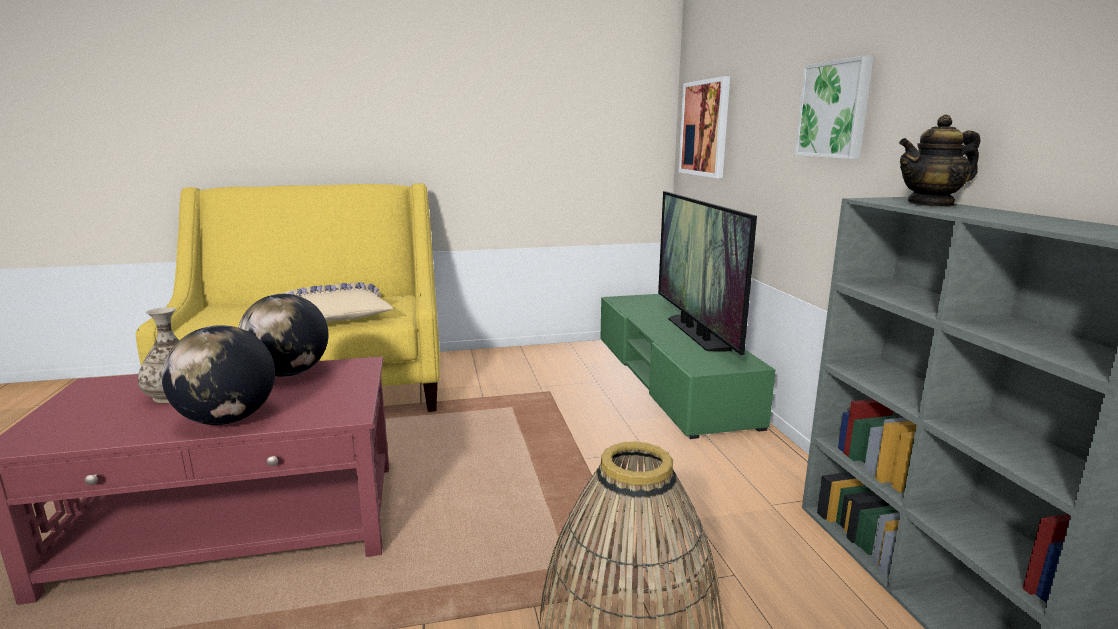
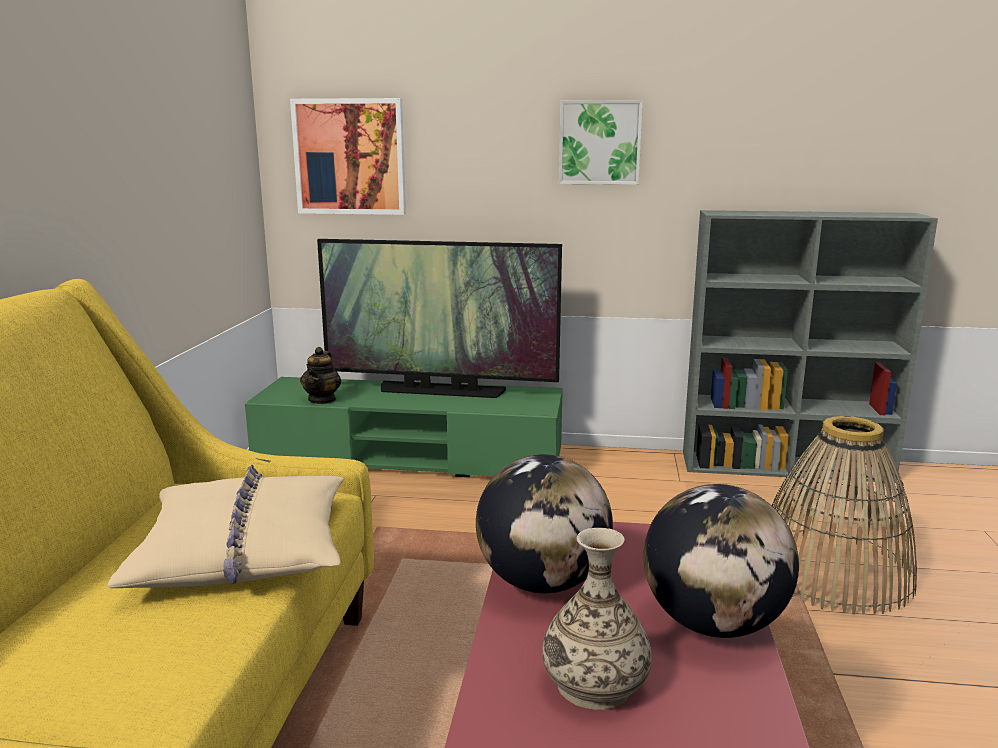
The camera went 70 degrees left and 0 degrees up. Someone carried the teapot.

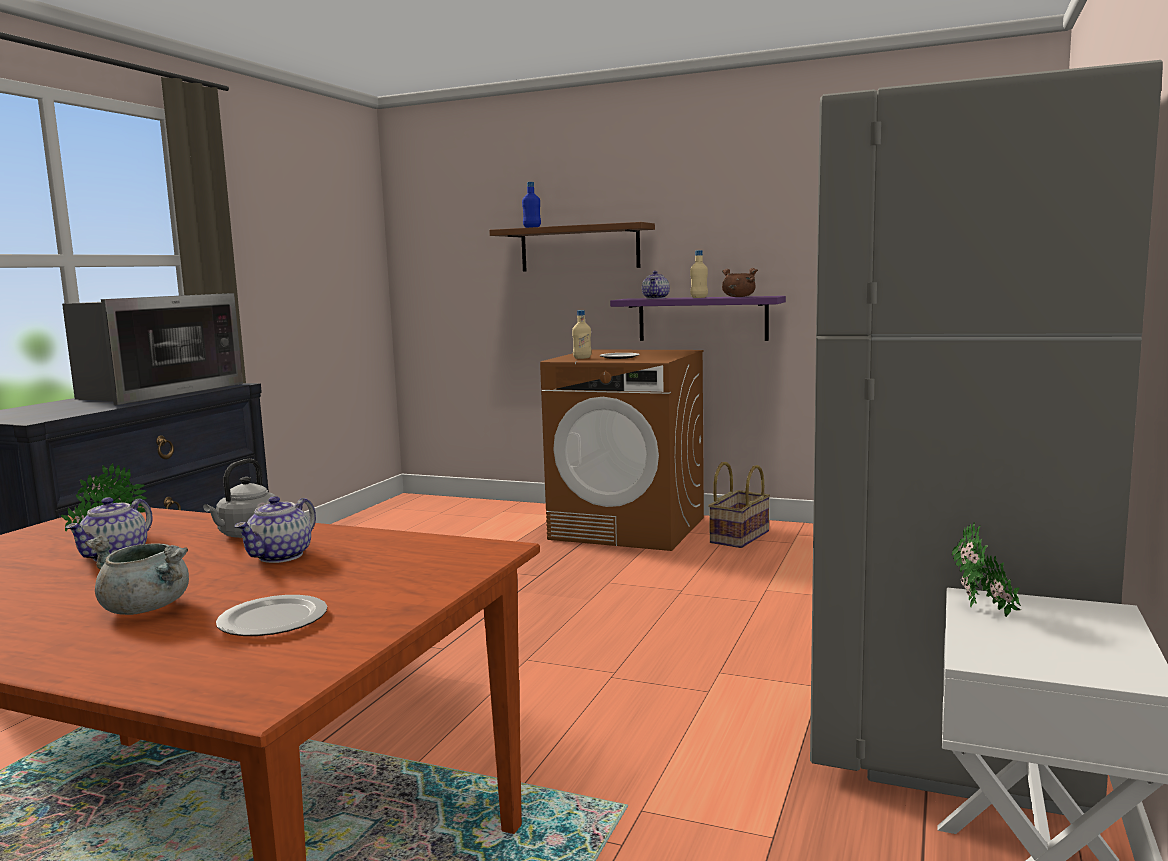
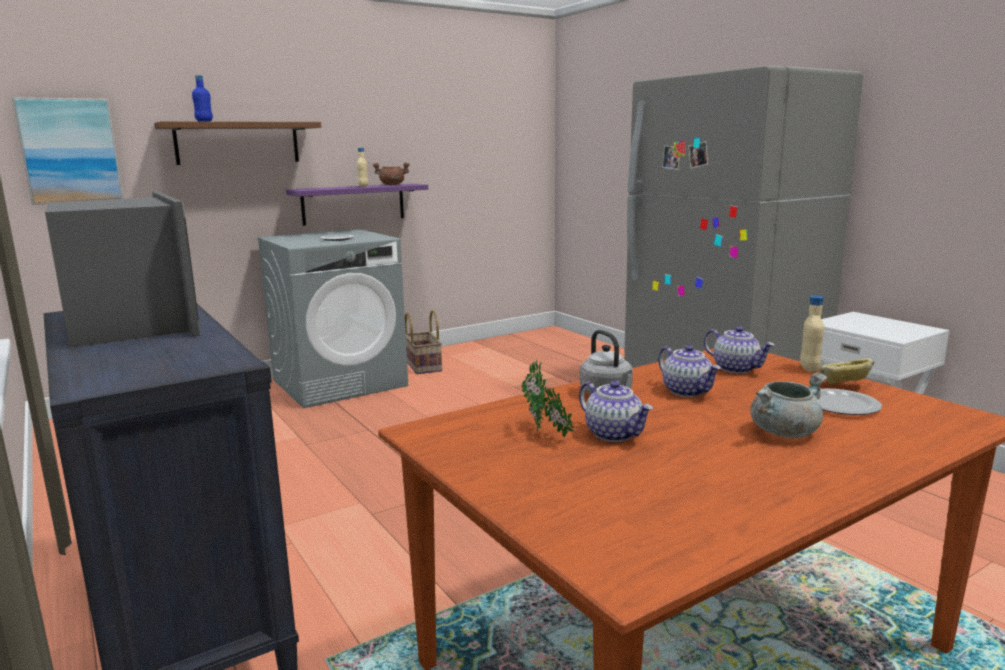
The camera went 55 degrees left and 5 degrees up. Someone repainted the brown_washing_machine, which became the grey_washing_machine. Someone carried the beige_bottle (no. 1 from left in the first image). Someone carried the teapot (no. 3 from left). Someone took away the potted_plant (no. 2 from left). Someone put up the picture. Someone put down the bread.

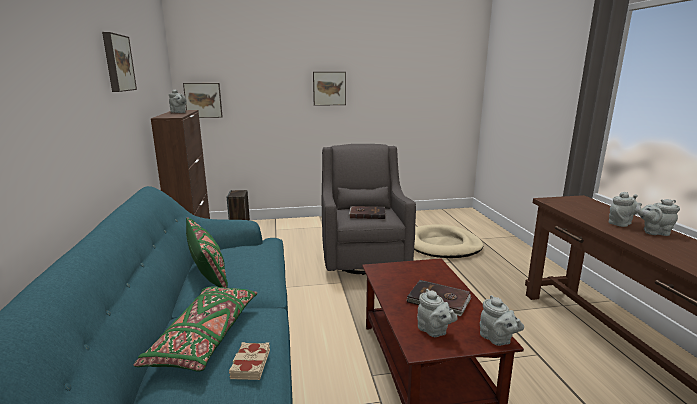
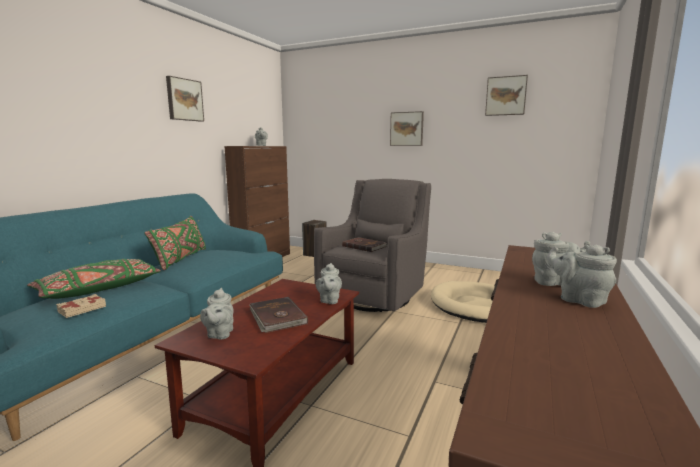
The camera went 35 degrees right and 5 degrees down. Someone carried the picture (no. 2 from left in the first image). Someone carried the grey_teapot (no. 3 from left).

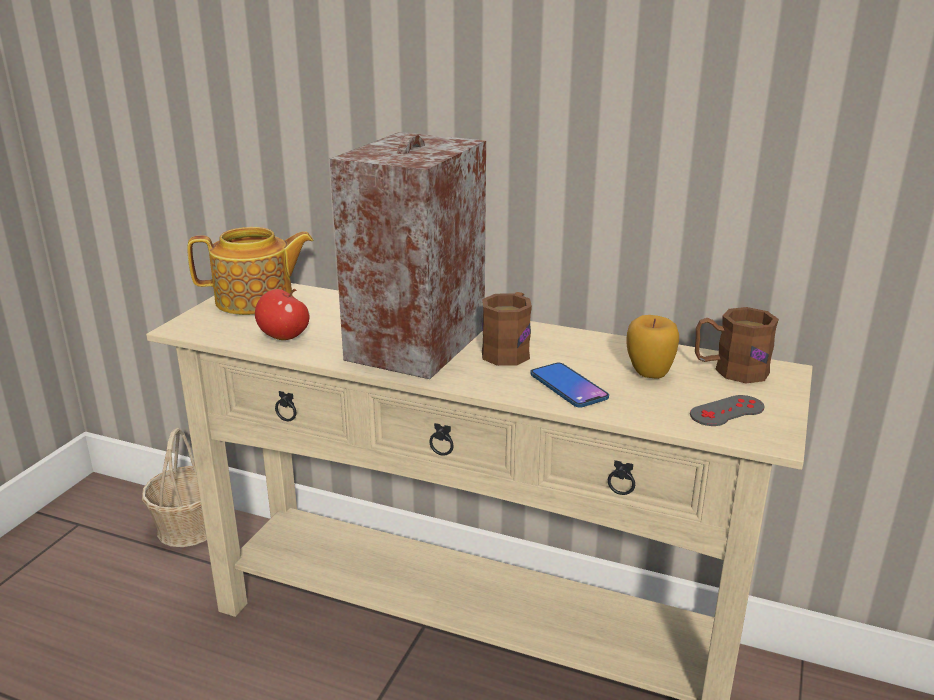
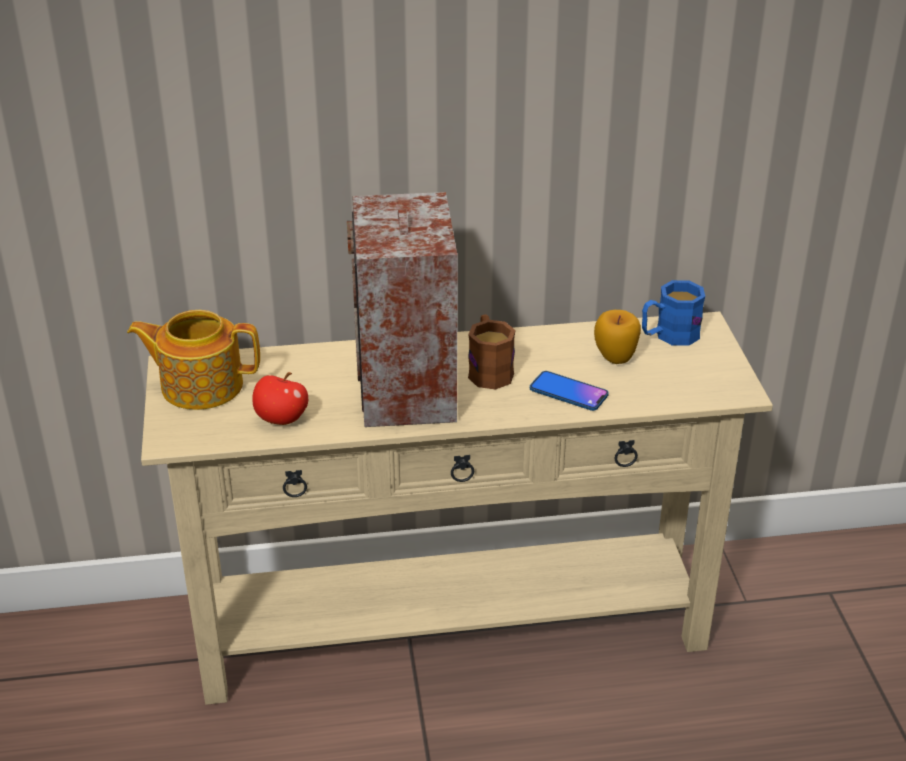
The camera went 30 degrees left and 10 degrees up. Someone took away the basket. Someone rotated the teapot by 135 degrees counterclockwise. Someone took away the grey_game_controller. Someone repainted the brown_mug (no. 2 from left), which became the blue_mug.

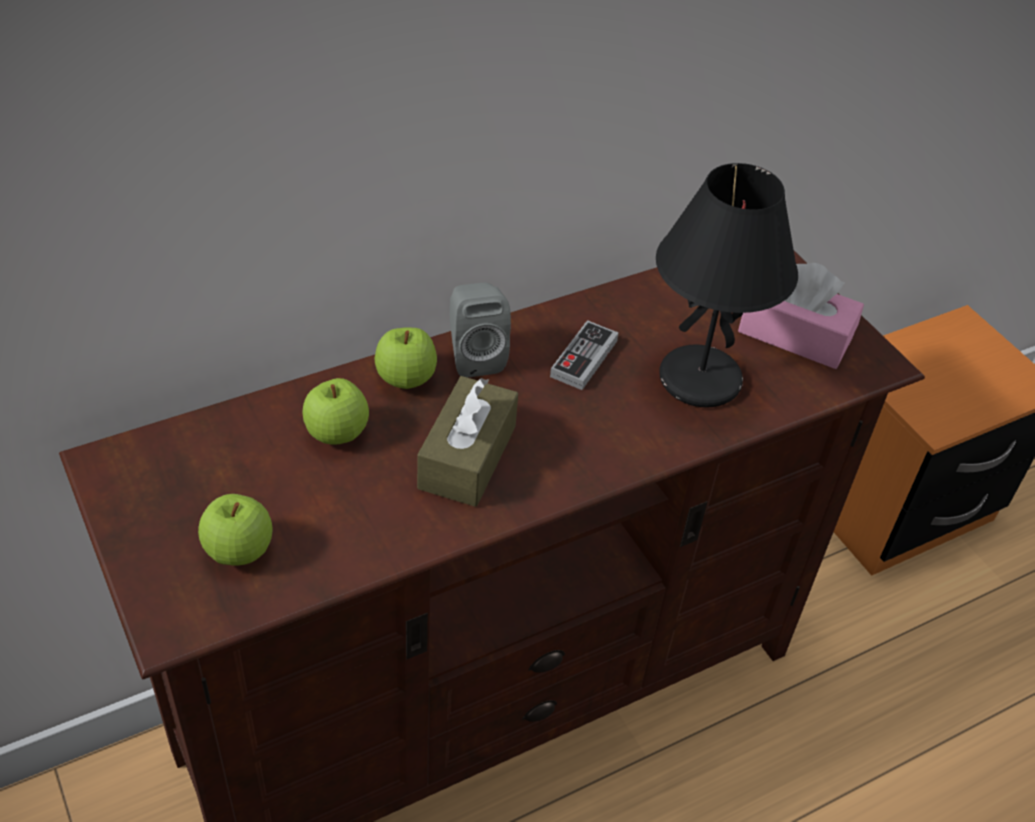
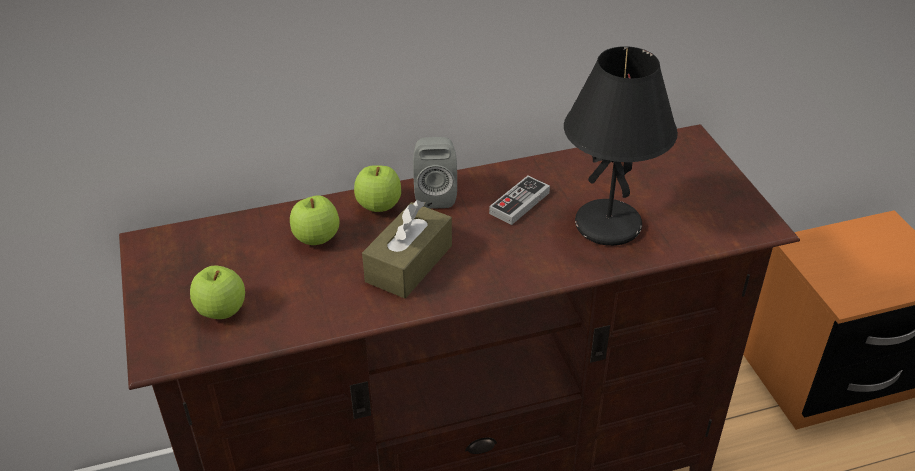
The camera went 15 degrees right and 5 degrees down. Someone took away the pink_tissue_box.

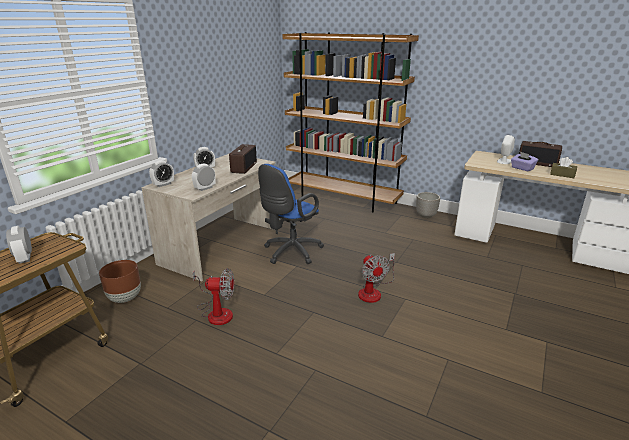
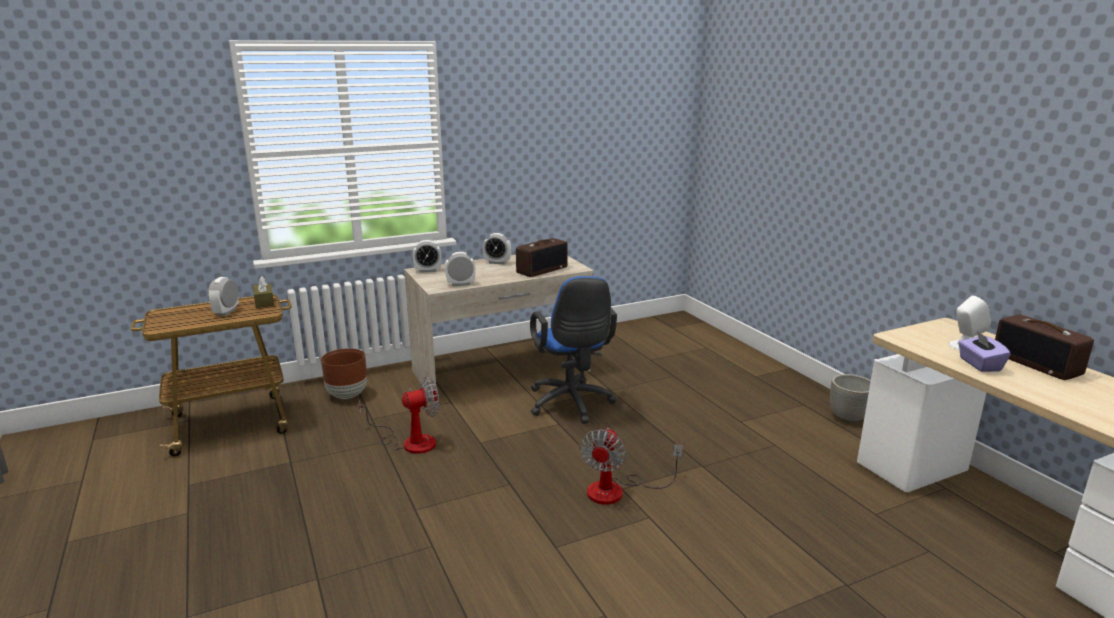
The camera went 35 degrees right and 5 degrees down. Someone rotated the fan (no. 1 from left) by 60 degrees counterclockwise. Someone rotated the blue_office_chair by 90 degrees counterclockwise. Someone took away the brown_bookcase. Someone carried the brown_tissue_box.

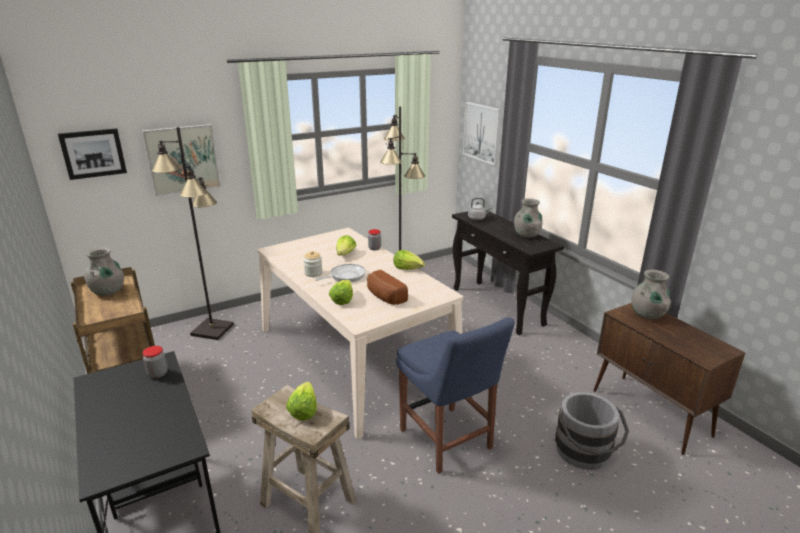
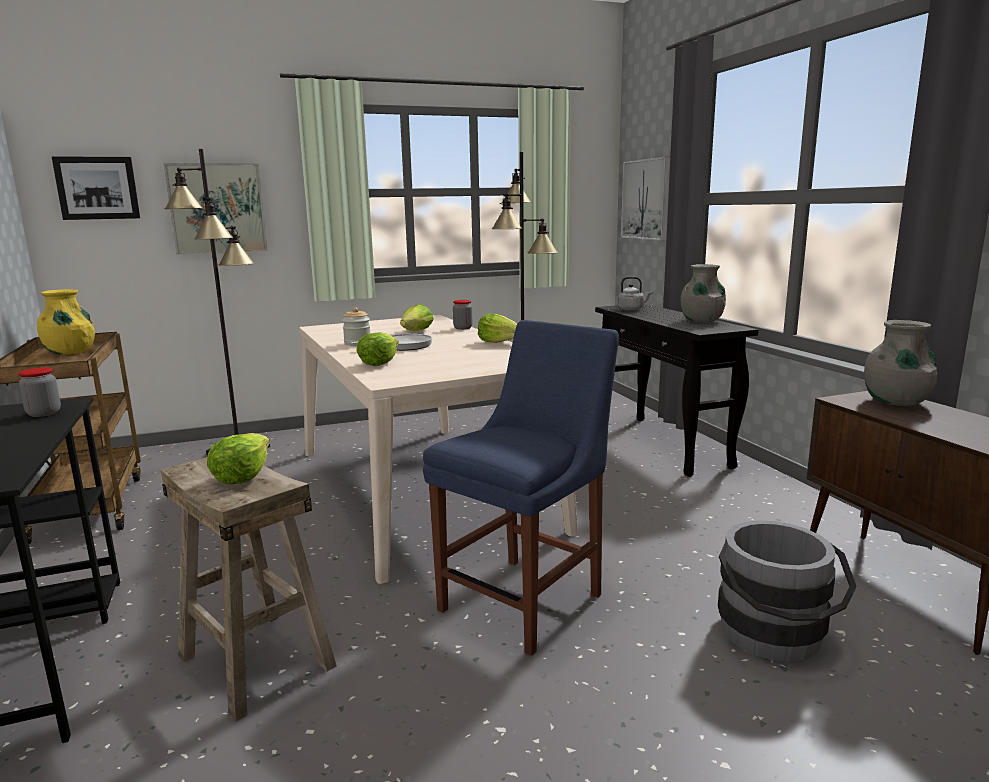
The camera went 10 degrees right and 10 degrees down. Someone repainted the grey_vase (no. 1 from left), which became the yellow_vase. Someone took away the bread. Someone rotated the blue_chair by 120 degrees counterclockwise.

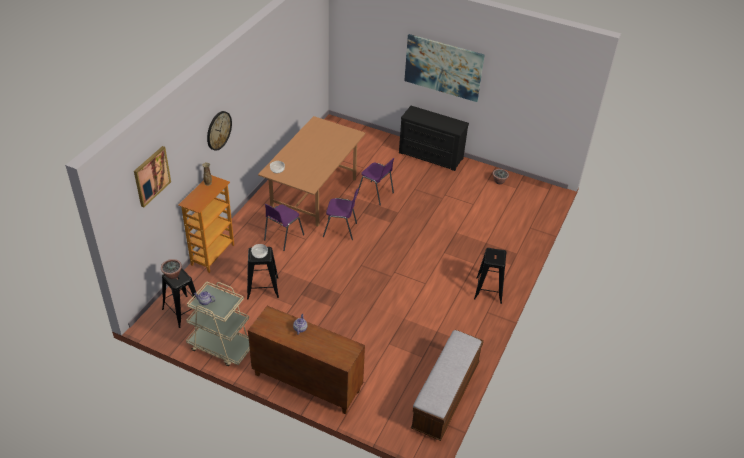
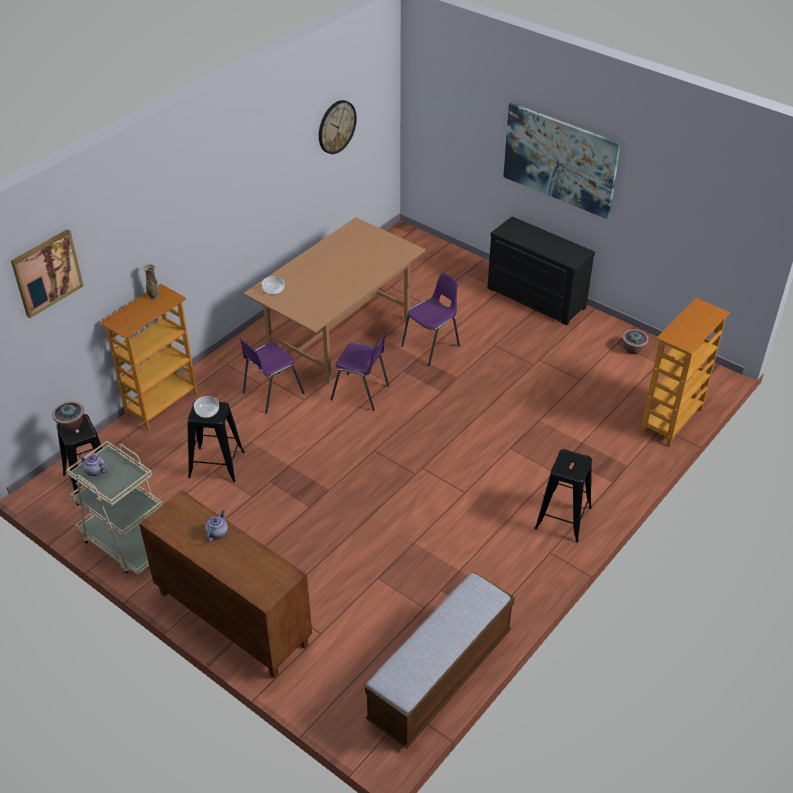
The camera went 15 degrees right and 0 degrees up. Someone carried the wall_clock. Someone rotated the purple_chair (no. 3 from left) by 90 degrees counterclockwise. Someone put down the bookcase (no. 2 from left).

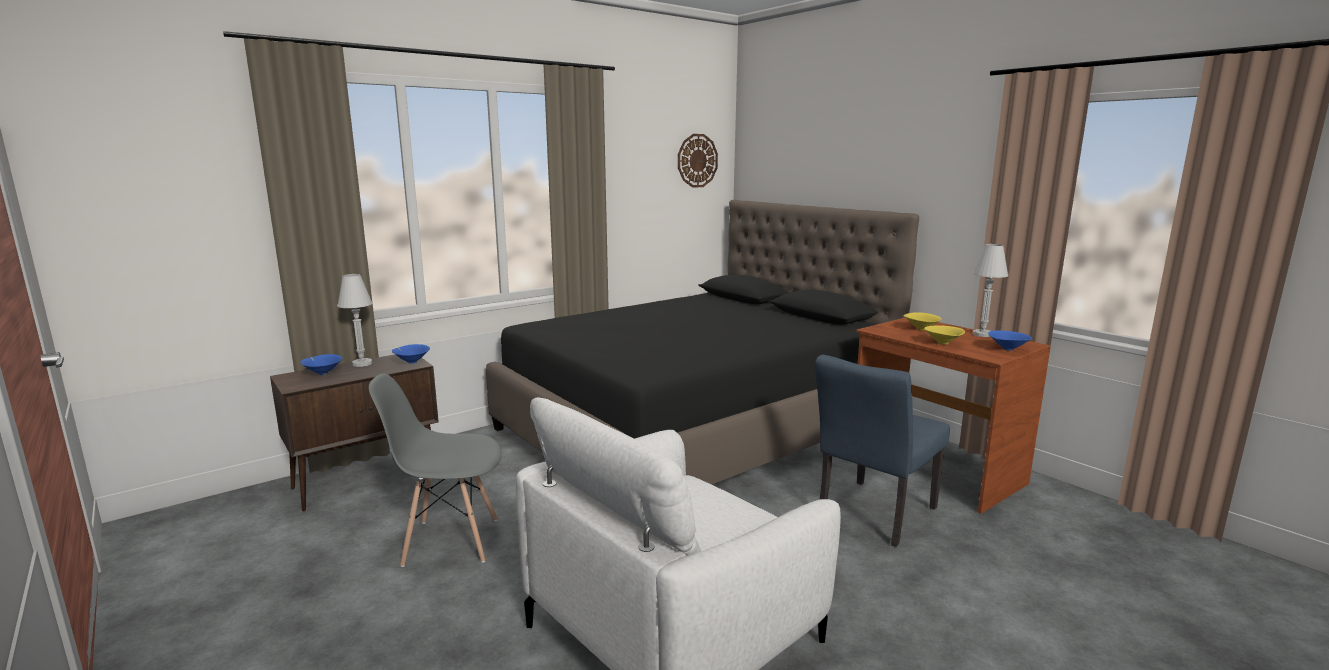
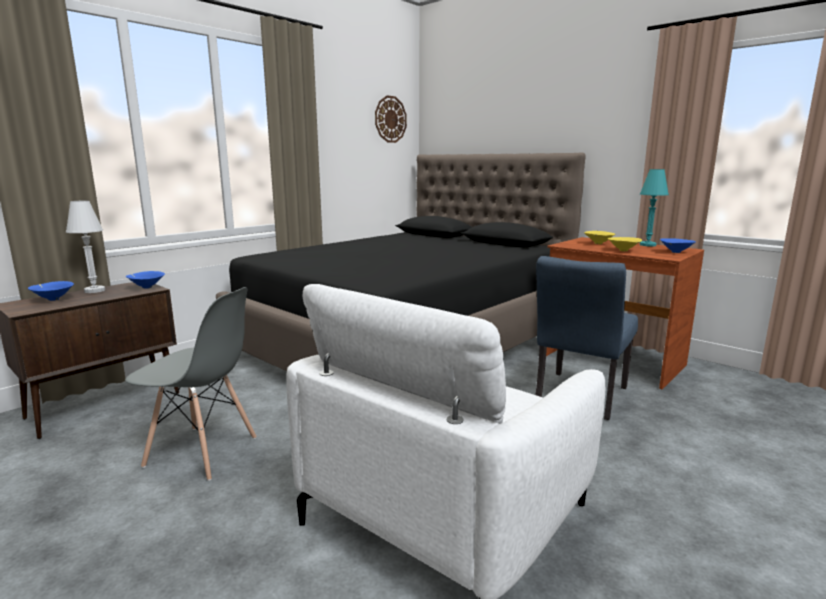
The camera went 10 degrees left and 0 degrees up. Someone rotated the grey_chair by 150 degrees counterclockwise. Someone repainted the white_table_lamp (no. 2 from left), which became the turquoise_table_lamp.

